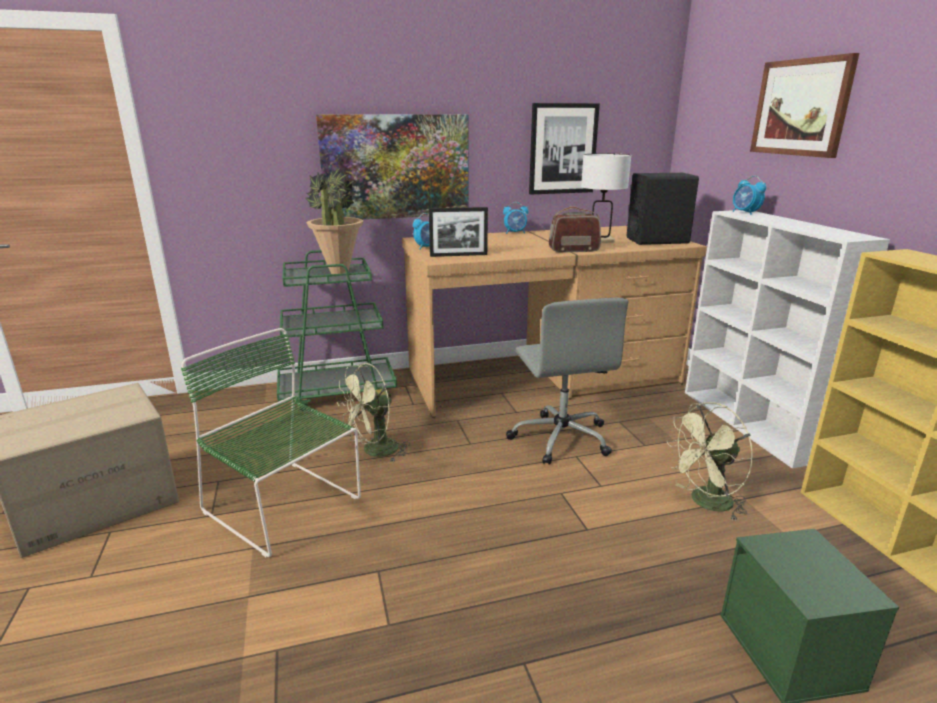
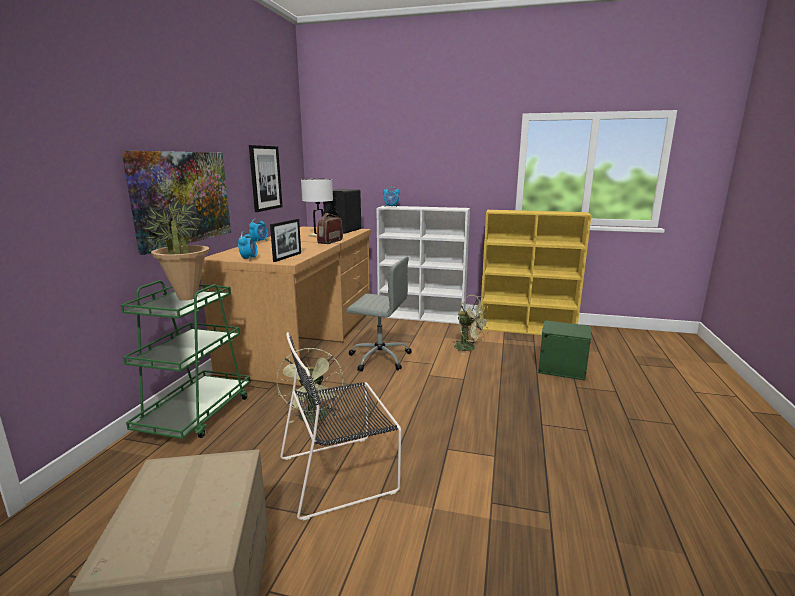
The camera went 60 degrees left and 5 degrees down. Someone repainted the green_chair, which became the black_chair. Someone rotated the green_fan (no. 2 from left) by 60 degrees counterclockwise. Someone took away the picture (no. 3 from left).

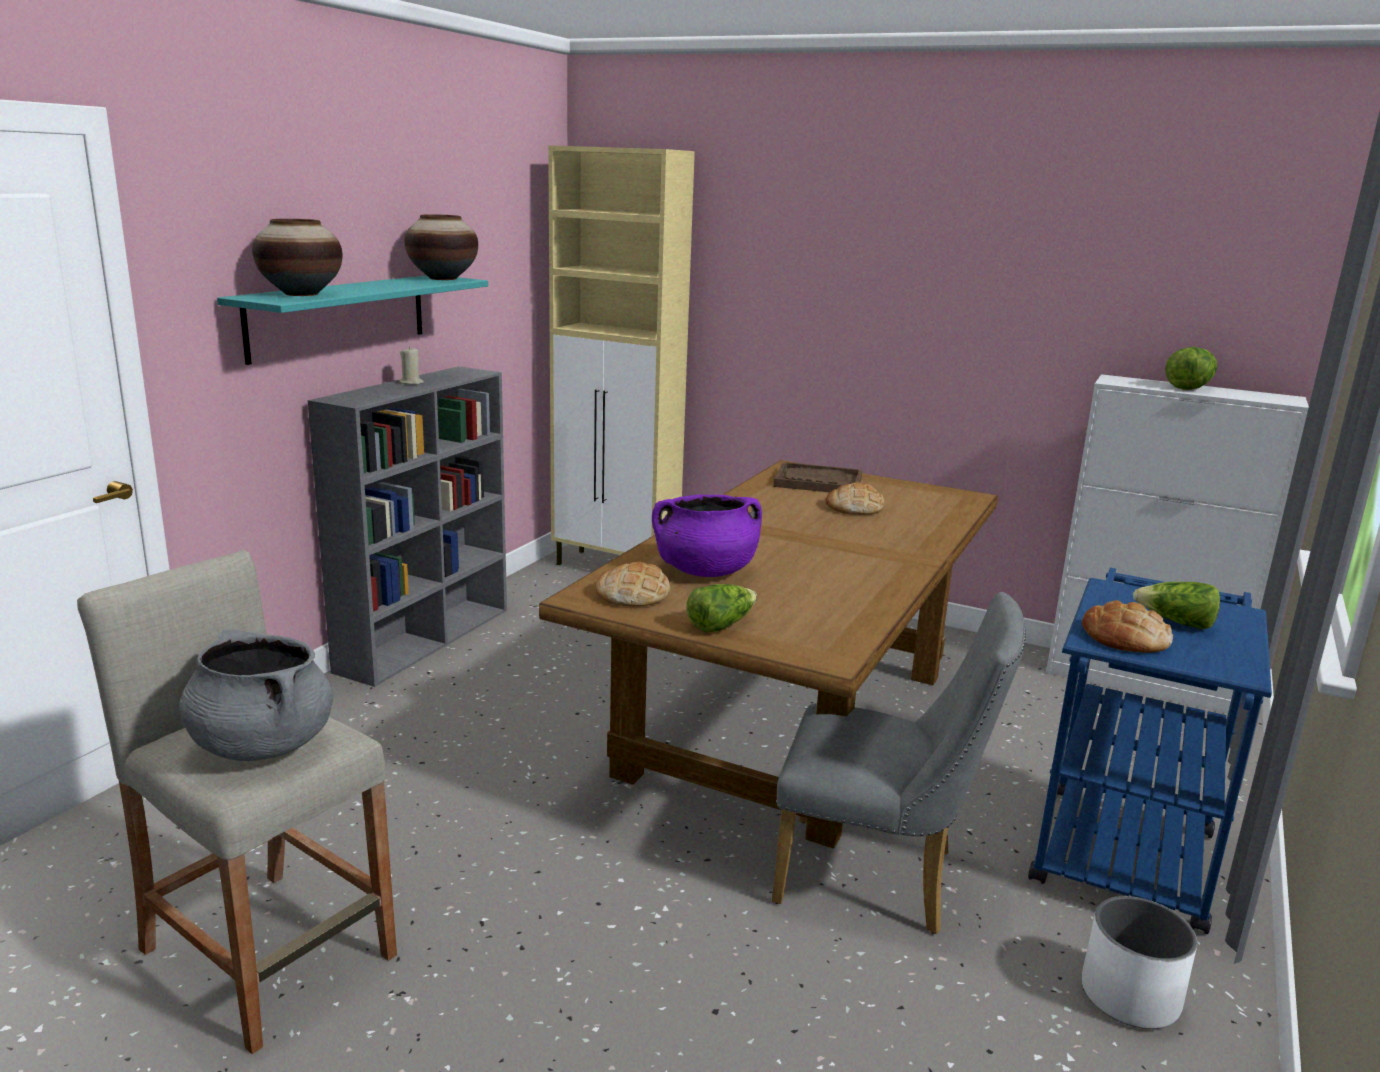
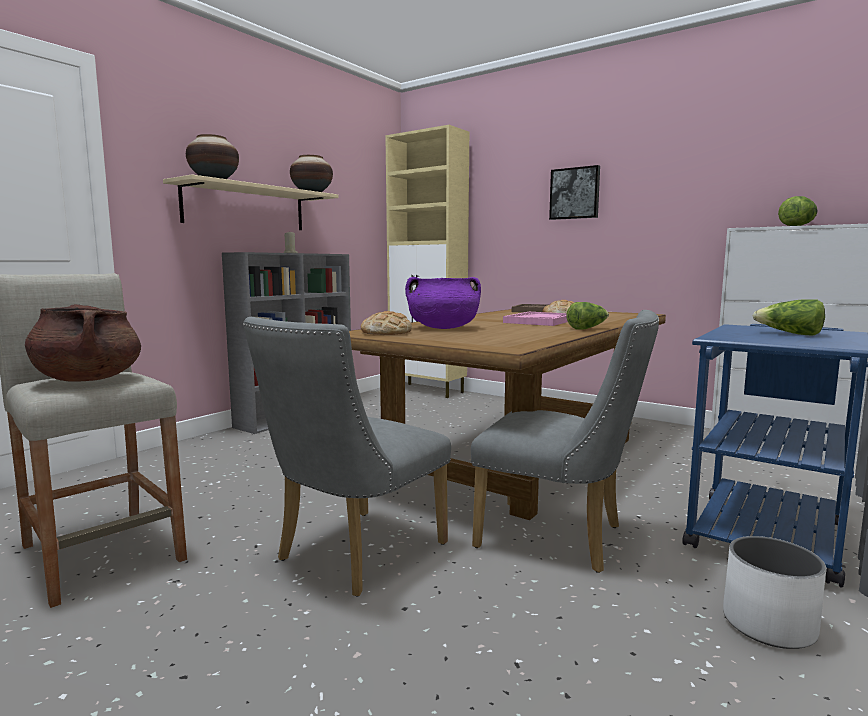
The camera went 10 degrees right and 10 degrees down. Someone repainted the grey_cooking_pot, which became the brown_cooking_pot. Someone repainted the turquoise_shelf, which became the beige_shelf. Someone carried the lettuce (no. 1 from left). Someone took away the bread (no. 3 from left). Someone put down the grey_chair (no. 1 from left). Someone put down the pink_tray. Someone put up the picture.

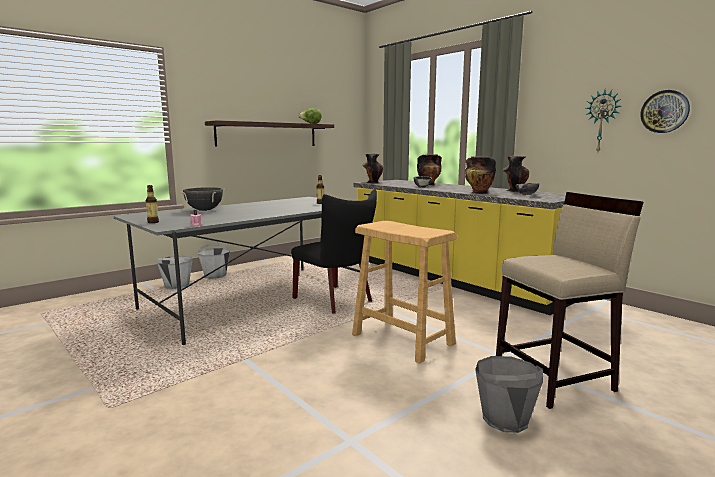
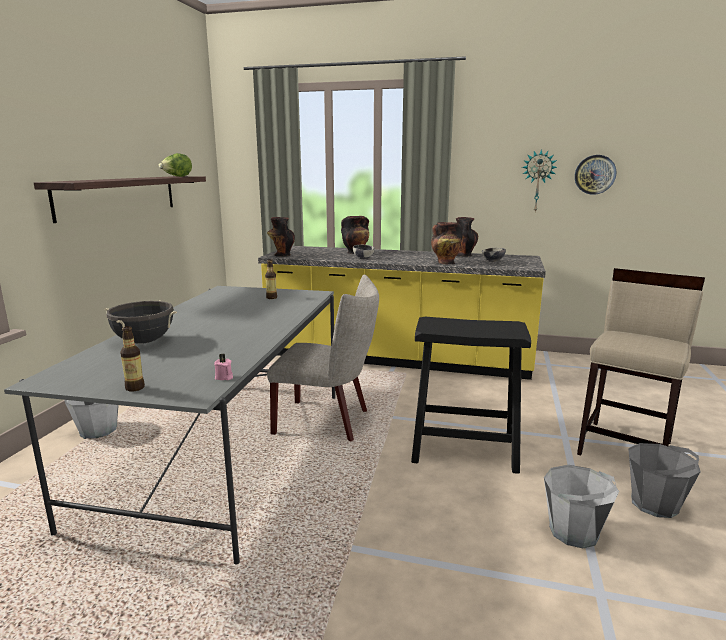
The camera went 35 degrees left and 5 degrees up. Someone carried the grey_bucket (no. 1 from left in the first image). Someone repainted the black_chair, which became the beige_chair. Someone repainted the beige_stool (no. 1 from left), which became the black_stool.

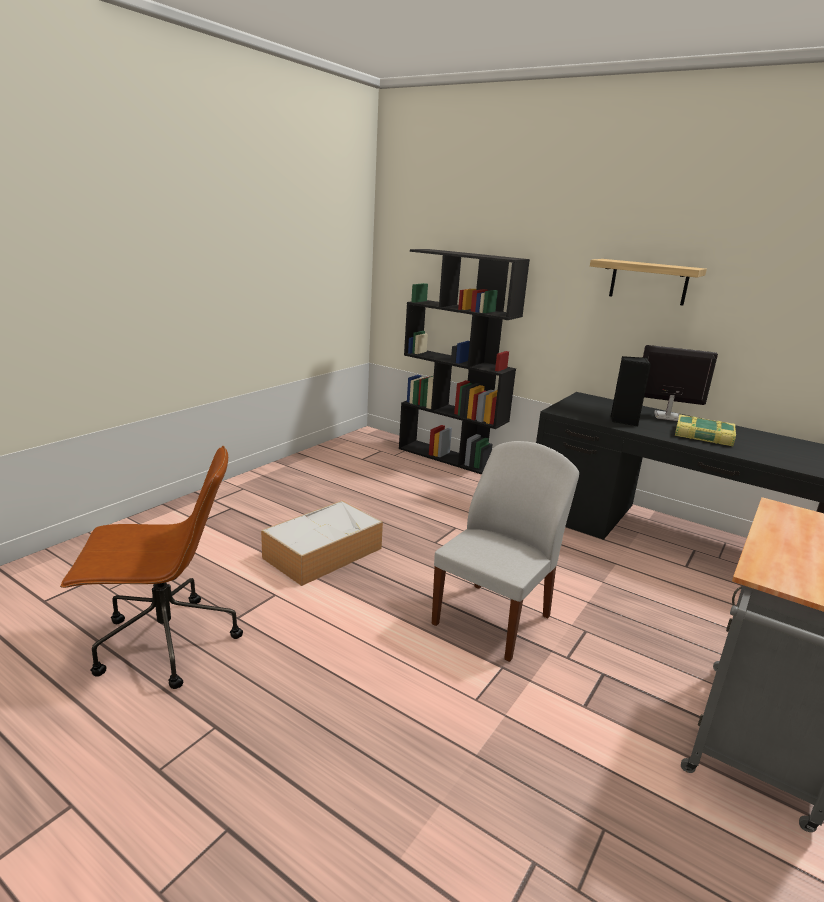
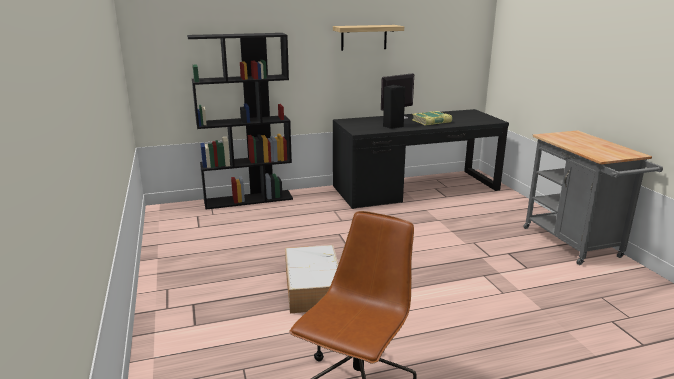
The camera went 50 degrees left and 0 degrees up. Someone took away the white_chair.

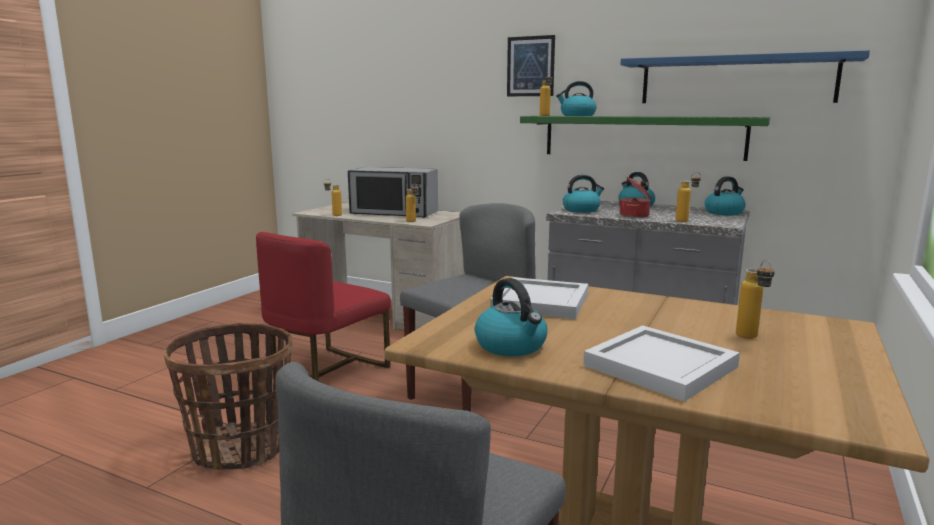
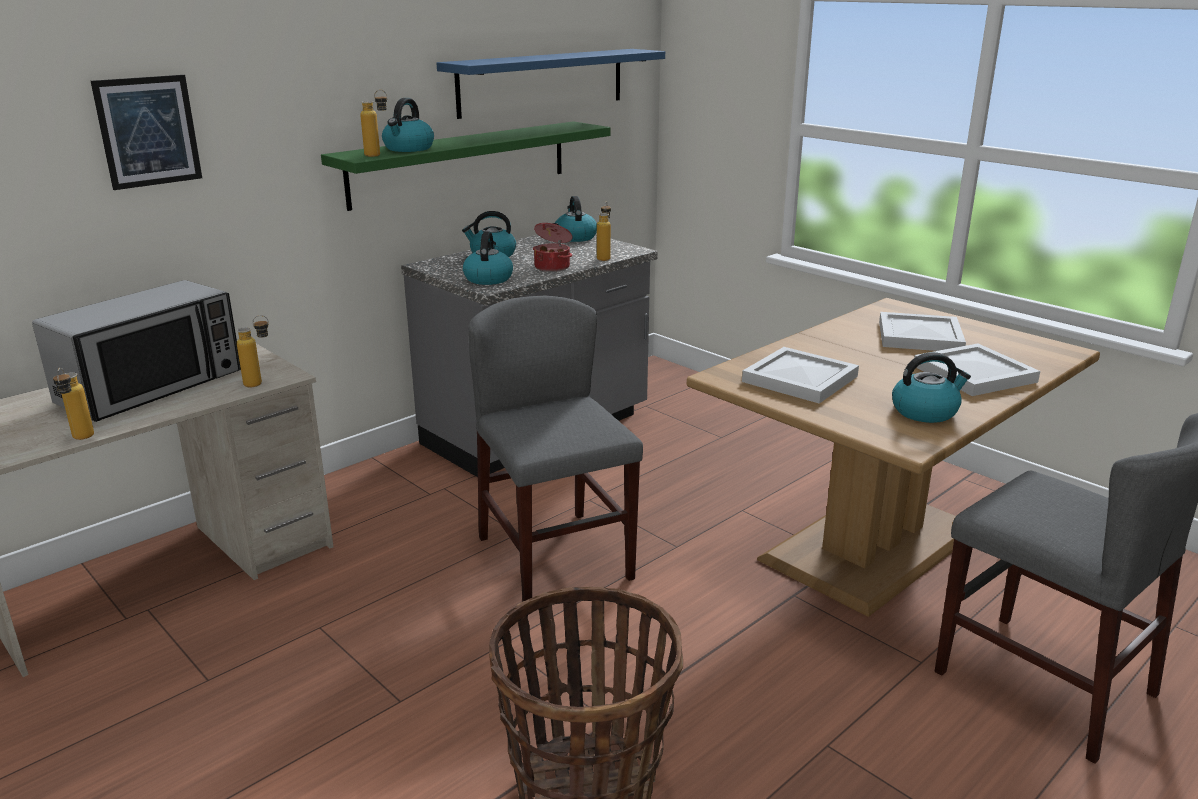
The camera went 70 degrees left and 10 degrees up. Someone took away the red_chair. Someone carried the picture. Someone swapped the bottle (no. 5 from left) for the white_tray (no. 2 from left).

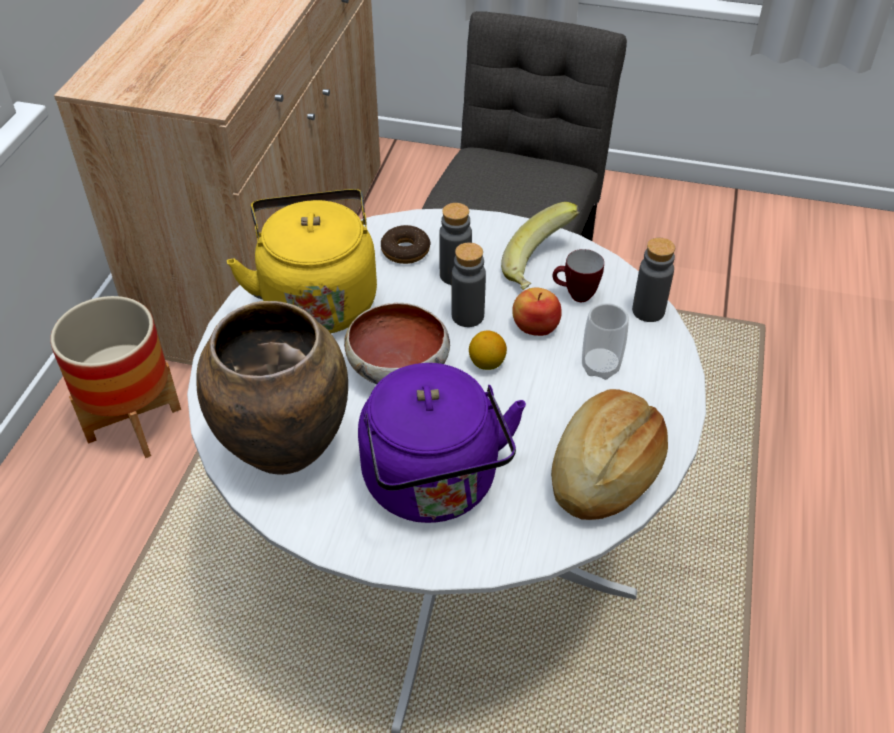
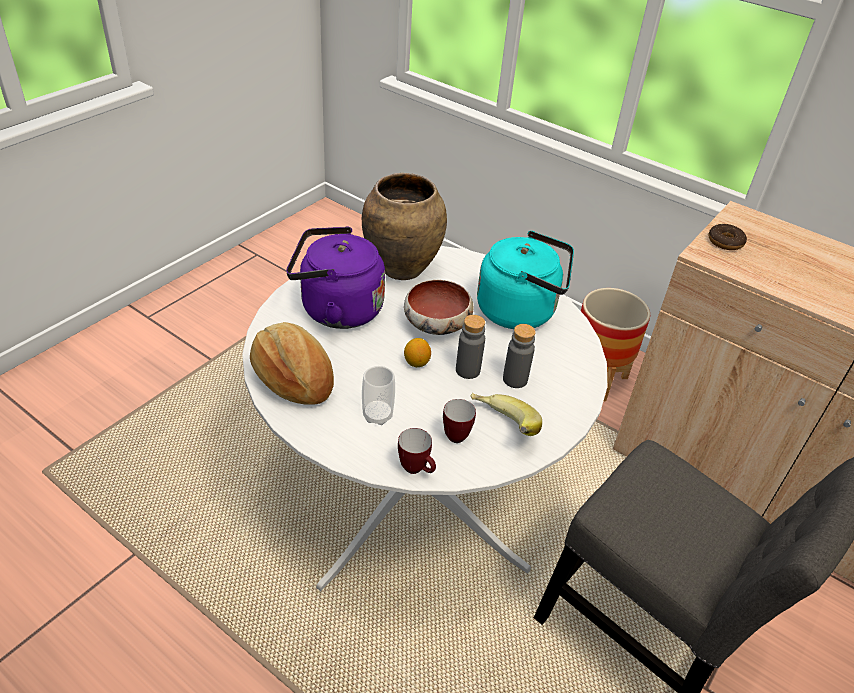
The camera went 110 degrees right and 5 degrees down. Someone repainted the yellow_kettle, which became the turquoise_kettle. Someone carried the donut. Someone took away the apple. Someone swapped the grey_bottle (no. 3 from left) for the mug (no. 1 from left).

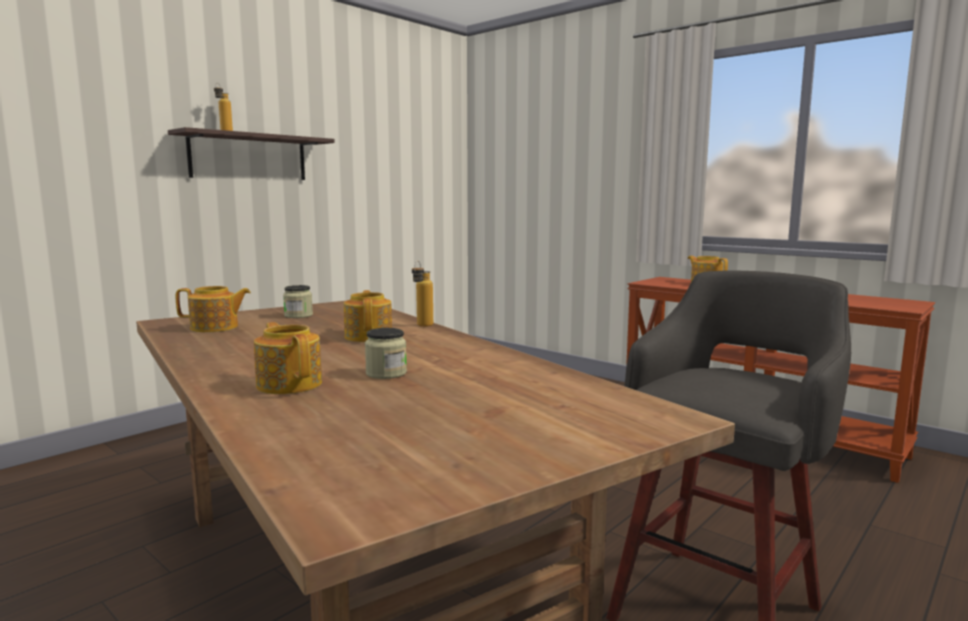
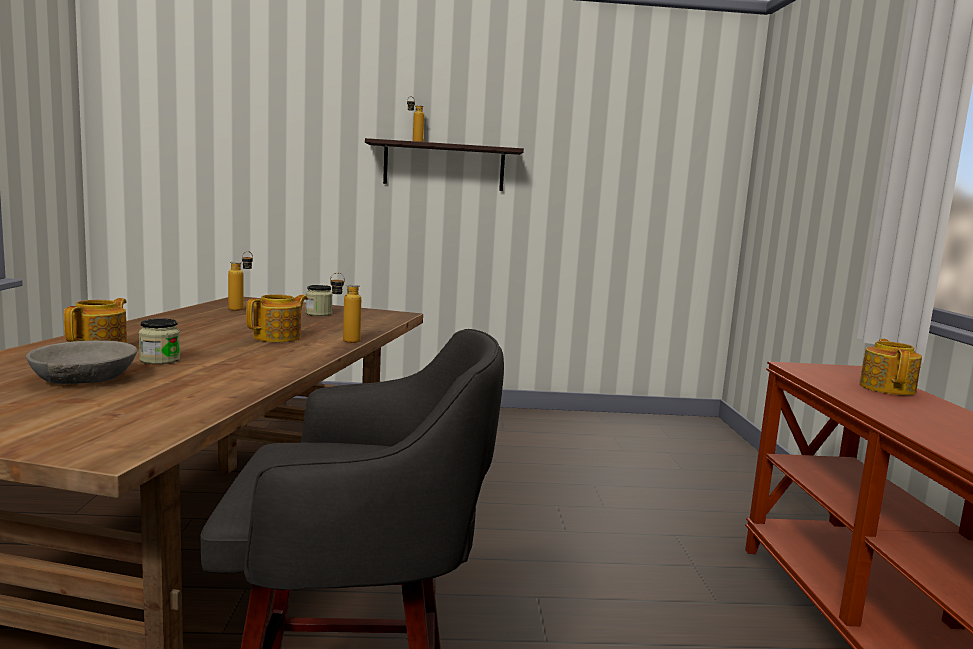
The camera went 45 degrees right and 0 degrees up. Someone swapped the teapot (no. 1 from left) for the bottle (no. 1 from left). Someone put down the grey_bowl.

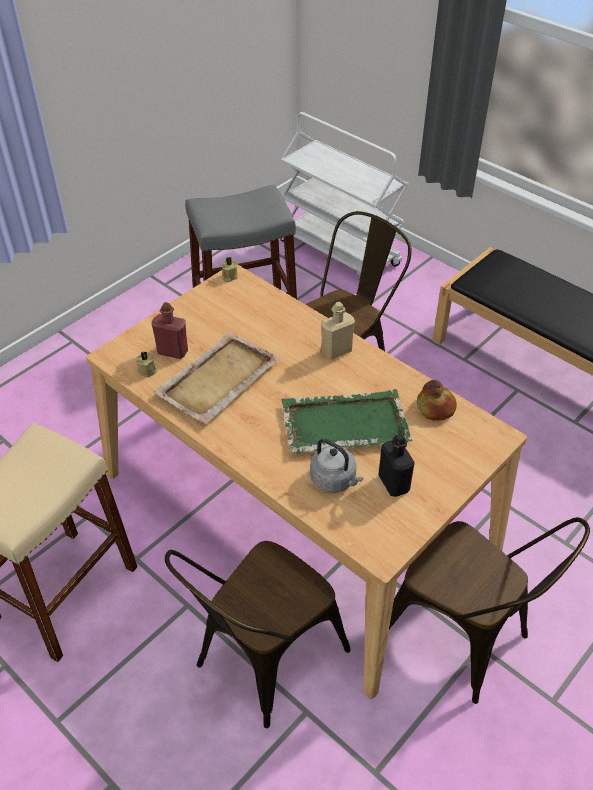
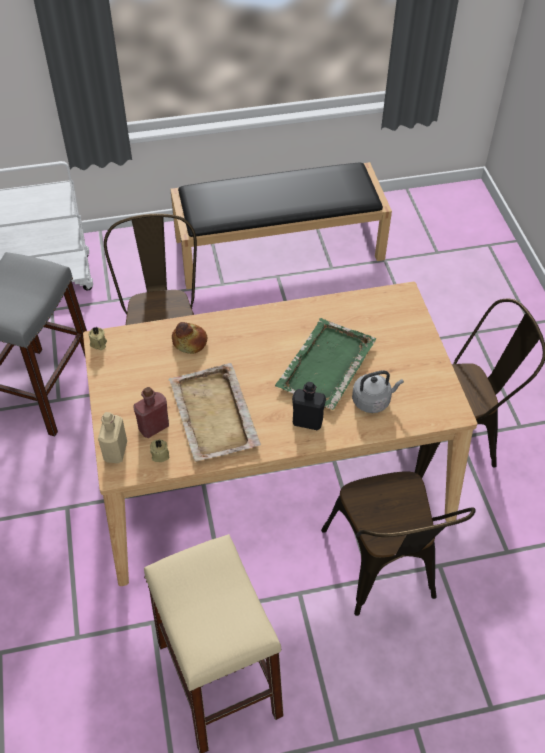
The camera went 55 degrees left and 5 degrees up. Someone carried the beige_bottle. Someone carried the black_bottle. Someone carried the bread.

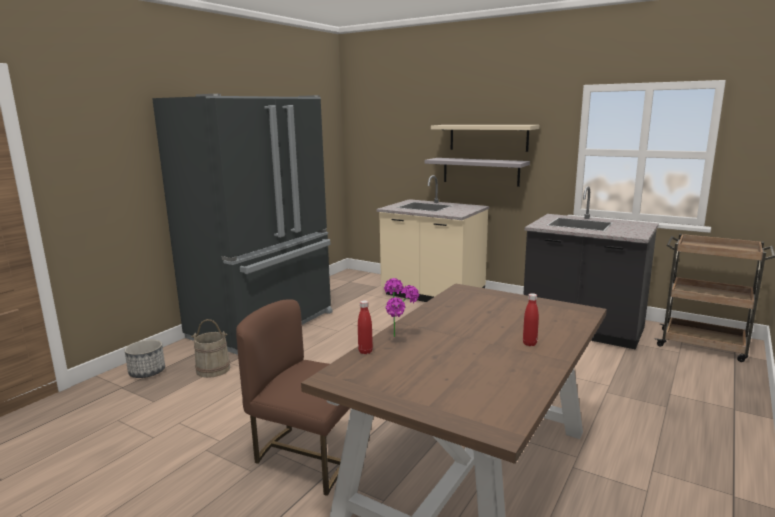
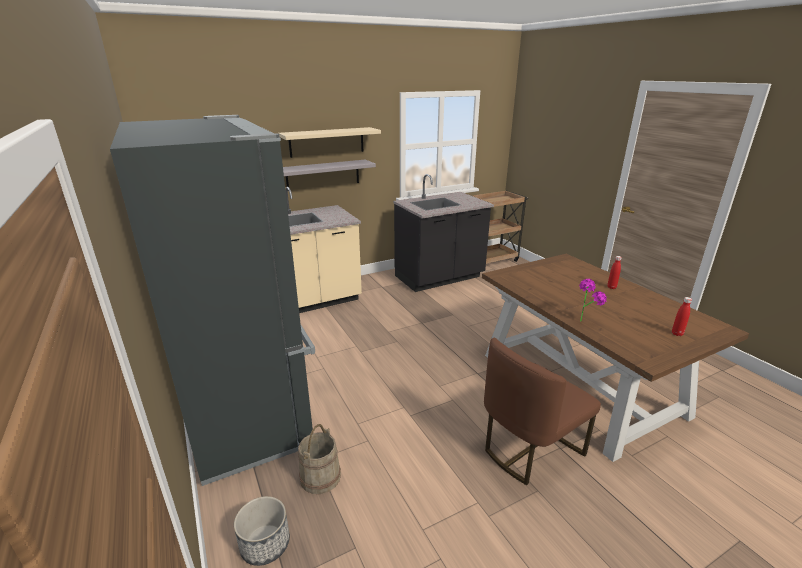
The camera went 60 degrees left and 10 degrees up. Someone carried the red_bottle (no. 1 from left in the first image).

